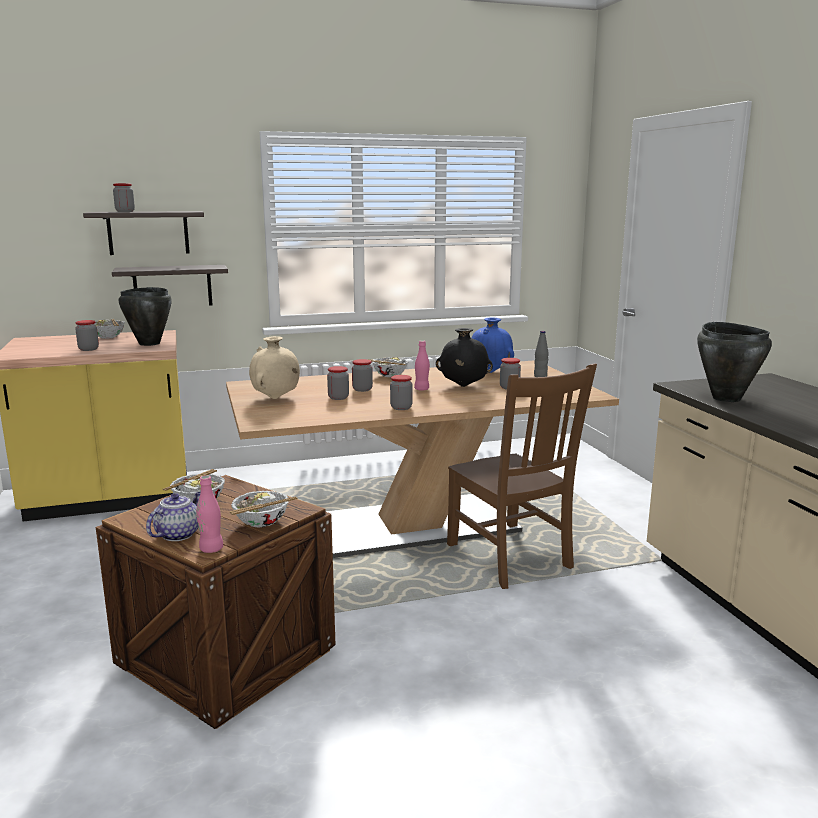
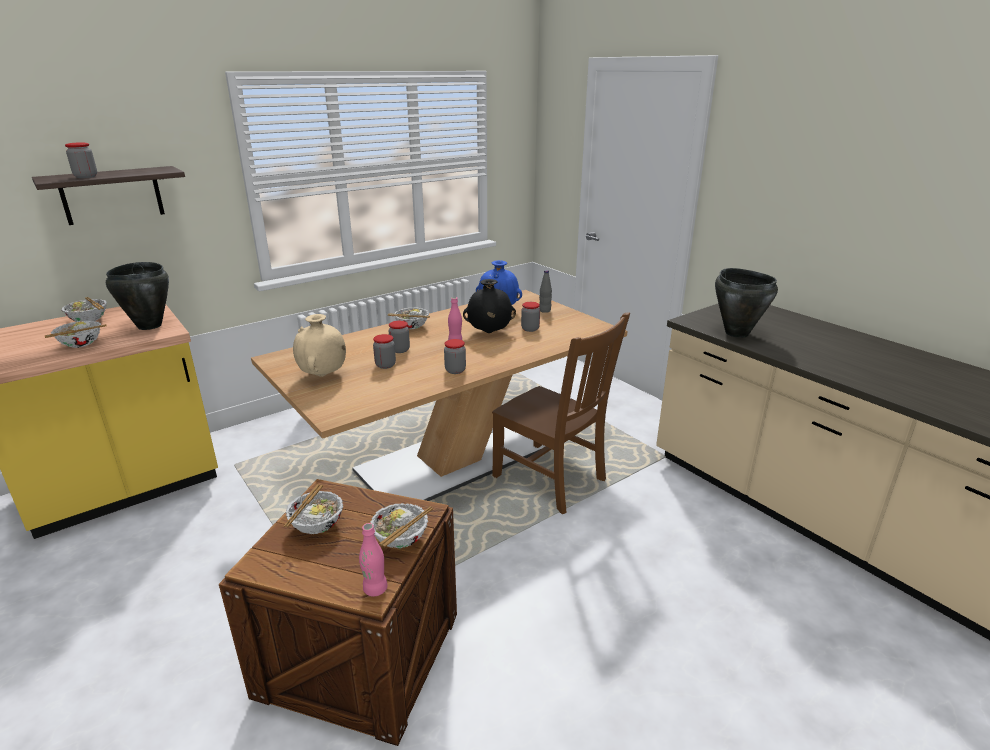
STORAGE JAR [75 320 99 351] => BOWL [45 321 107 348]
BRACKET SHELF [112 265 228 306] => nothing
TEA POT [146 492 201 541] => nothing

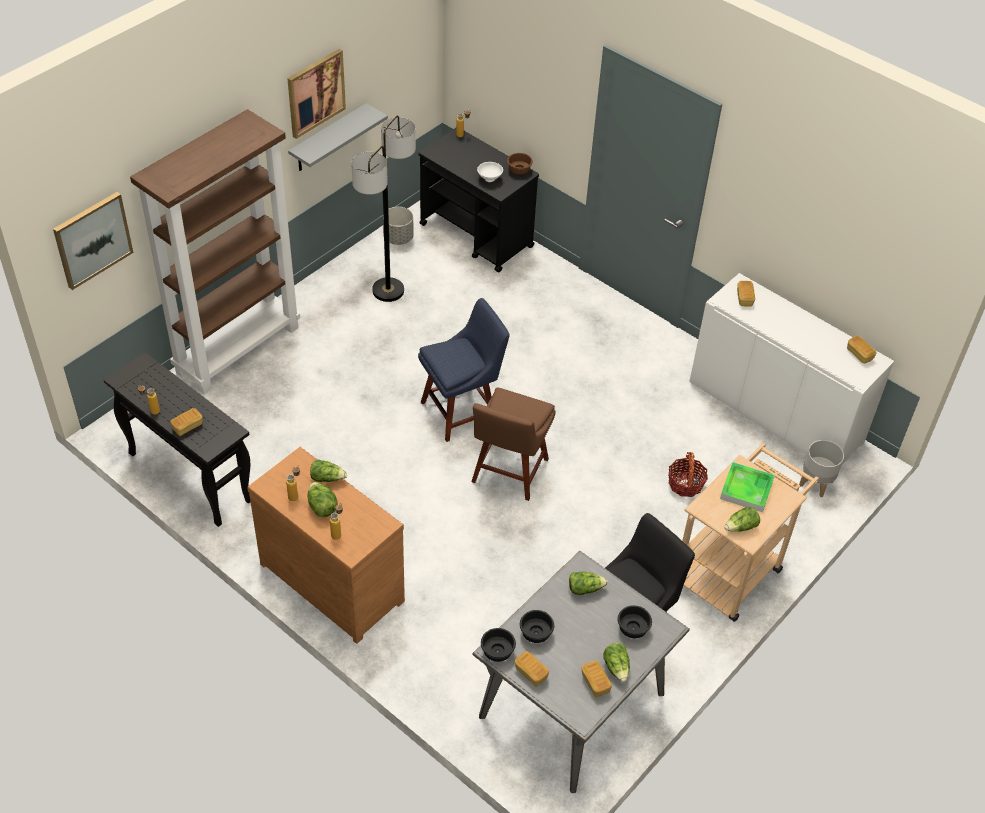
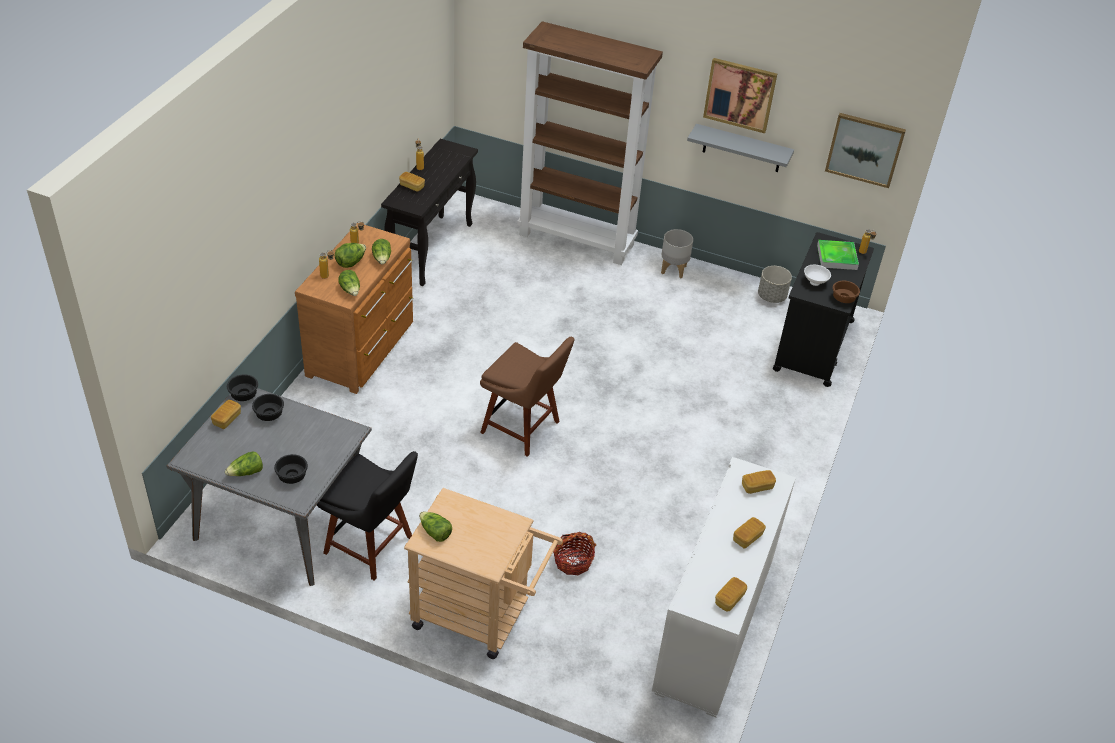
HEAD OF LETTUCE [569 571 608 595] => HEAD OF LETTUCE [338 270 360 296], moved
BROWN PLAIN CHAIR [471 387 556 501] => BROWN PLAIN CHAIR [480 337 575 457], 150 degrees counterclockwise
GRAY FLOWER POT [799 440 844 497] => GRAY FLOWER POT [661 229 693 278], moved
BREAD [581 661 612 697] => BREAD [733 517 766 549], moved
TRAY [720 462 775 512] => TRAY [817 240 859 270], moved
WALL PICTURE [53 192 133 290] => WALL PICTURE [825 113 906 188], moved
FLOOR LAMP [351 116 416 302] => nothing
BLUE PLAIN CHAIR [418 298 510 442] => nothing

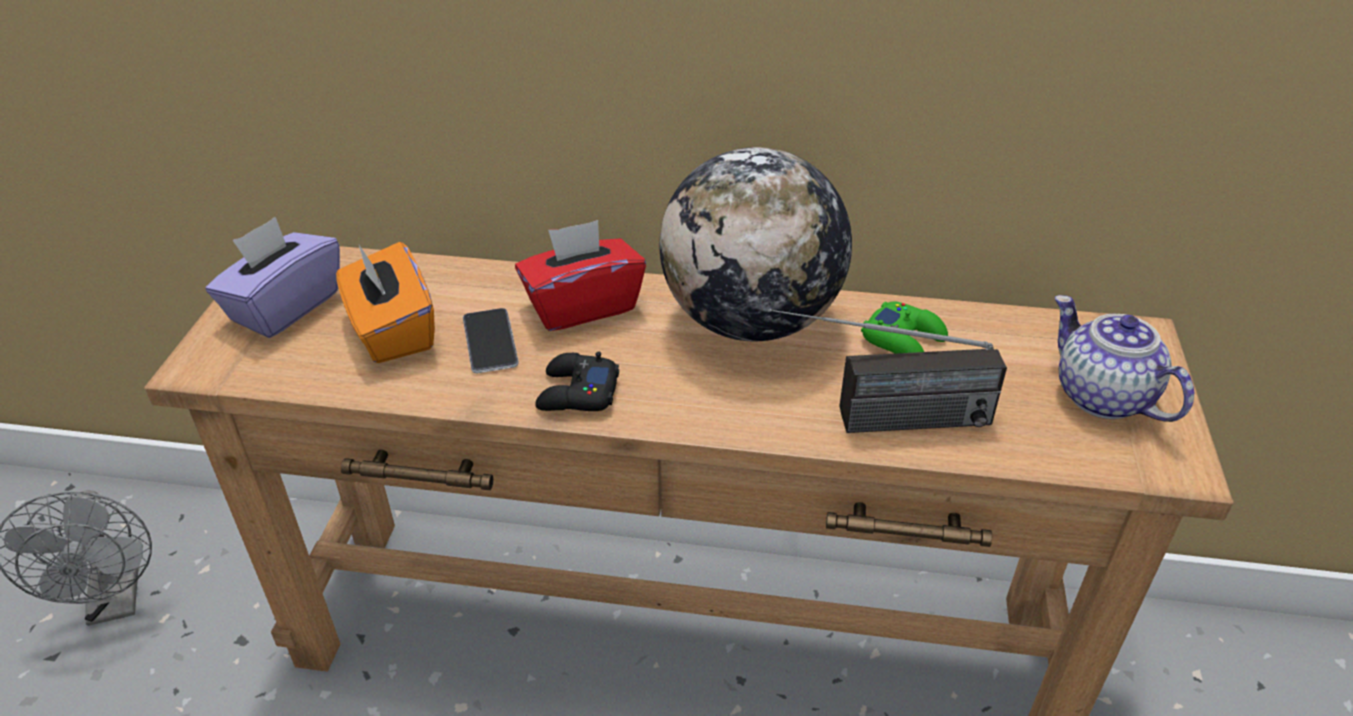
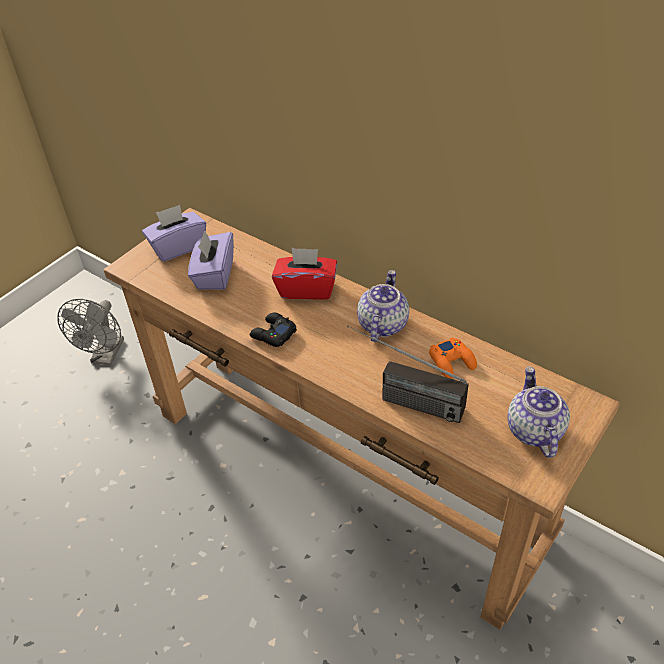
ORANGE TISSUE HOLDER [336 242 435 363] => PURPLE TISSUE HOLDER [188 230 234 290]
WORLD GLOBE [659 147 852 341] => TEA POT [357 270 409 342]
GREEN-COLOURED GAME CONTROLLER [861 301 948 354] => ORANGE GAME CONTROLLER [429 337 477 379]
TELEPHONE [463 308 519 373] => nothing

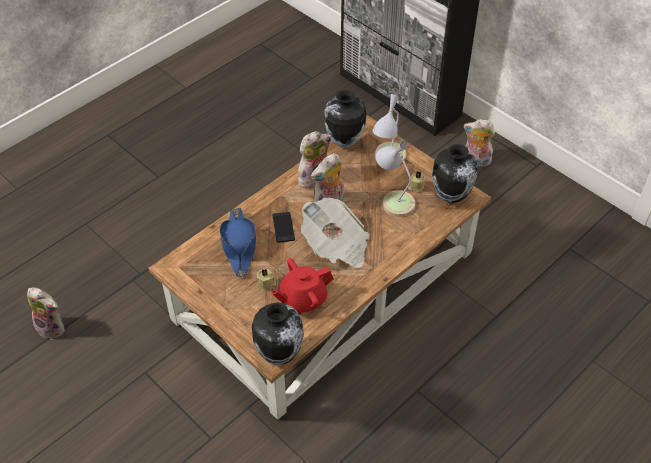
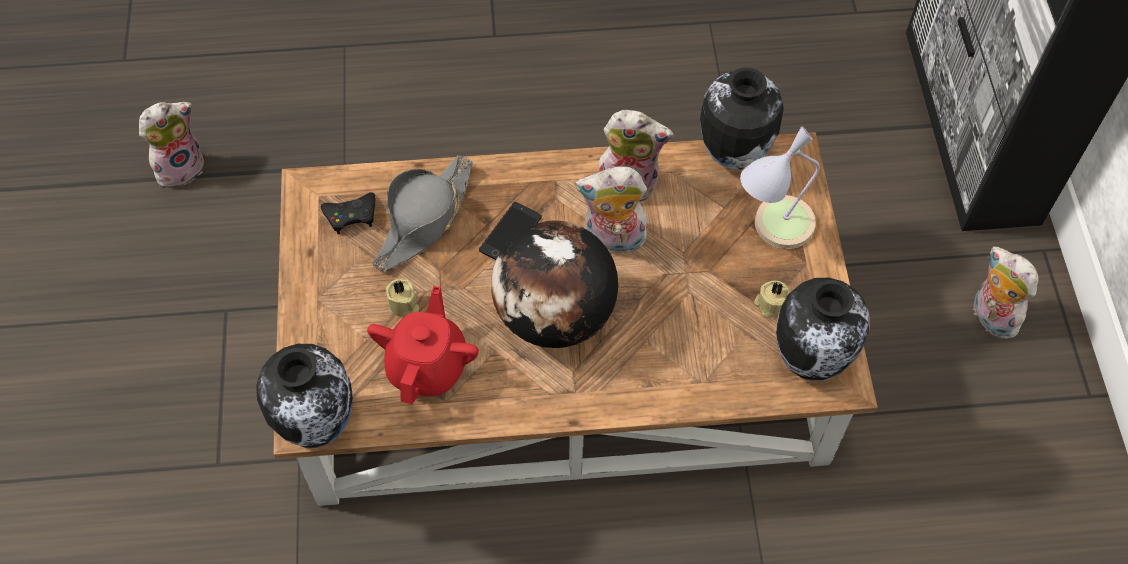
CUDDLY TOY [27 287 65 340] => CUDDLY TOY [139 102 204 190], 105 degrees counterclockwise
nothing => BLACK GAME CONTROLLER [321 192 376 234]
REDDISH TEA POT [272 258 334 314] => REDDISH TEA POT [367 286 479 404], 90 degrees clockwise
BLUE HAT [219 208 257 277] => GRAY HAT [372 155 473 271]
DAILY PAPER [301 198 370 268] => WORLD GLOBE [491 221 618 348]
LAMP FOR A TABLE [376 140 415 217] => nothing

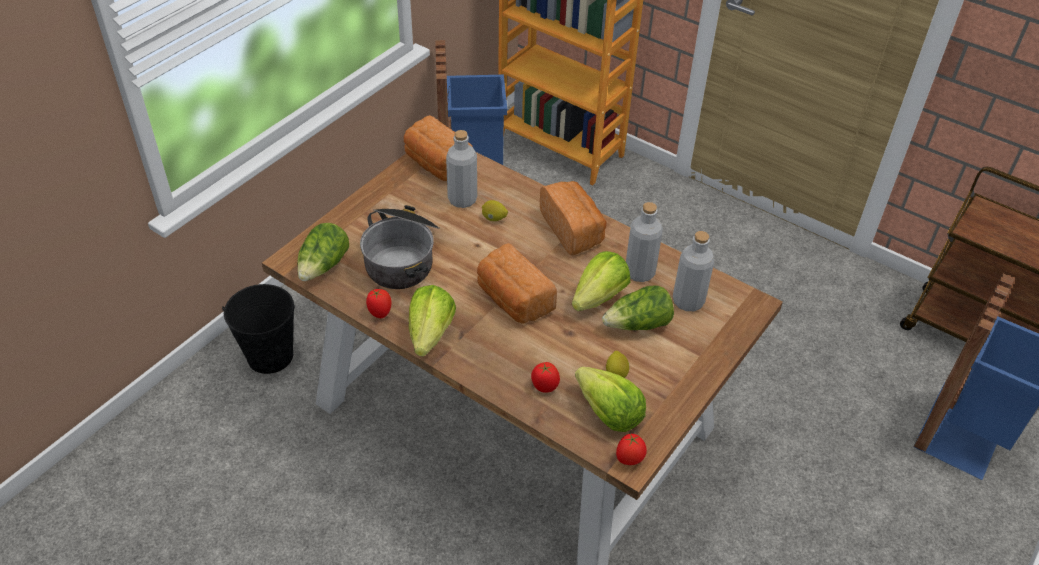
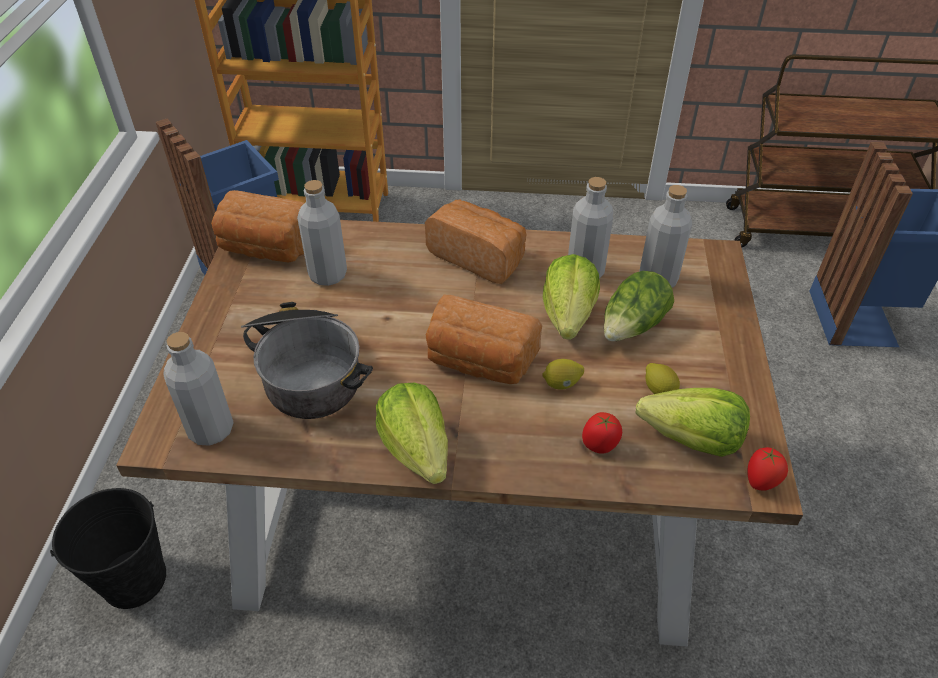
HEAD OF LETTUCE [297 223 349 281] => GRAY BOTTLE [163 332 234 446]
LEMON [482 200 508 221] => LEMON [542 359 584 390], moved
FRESH TOMATO [366 289 392 318] => nothing

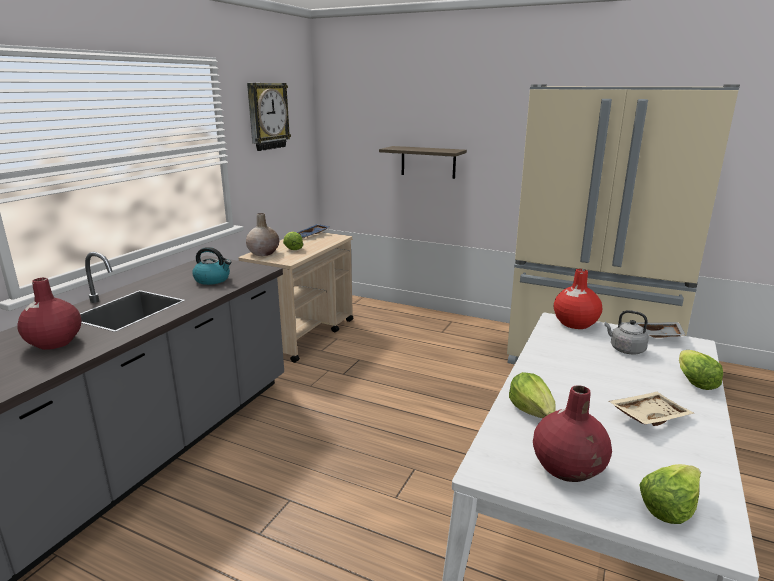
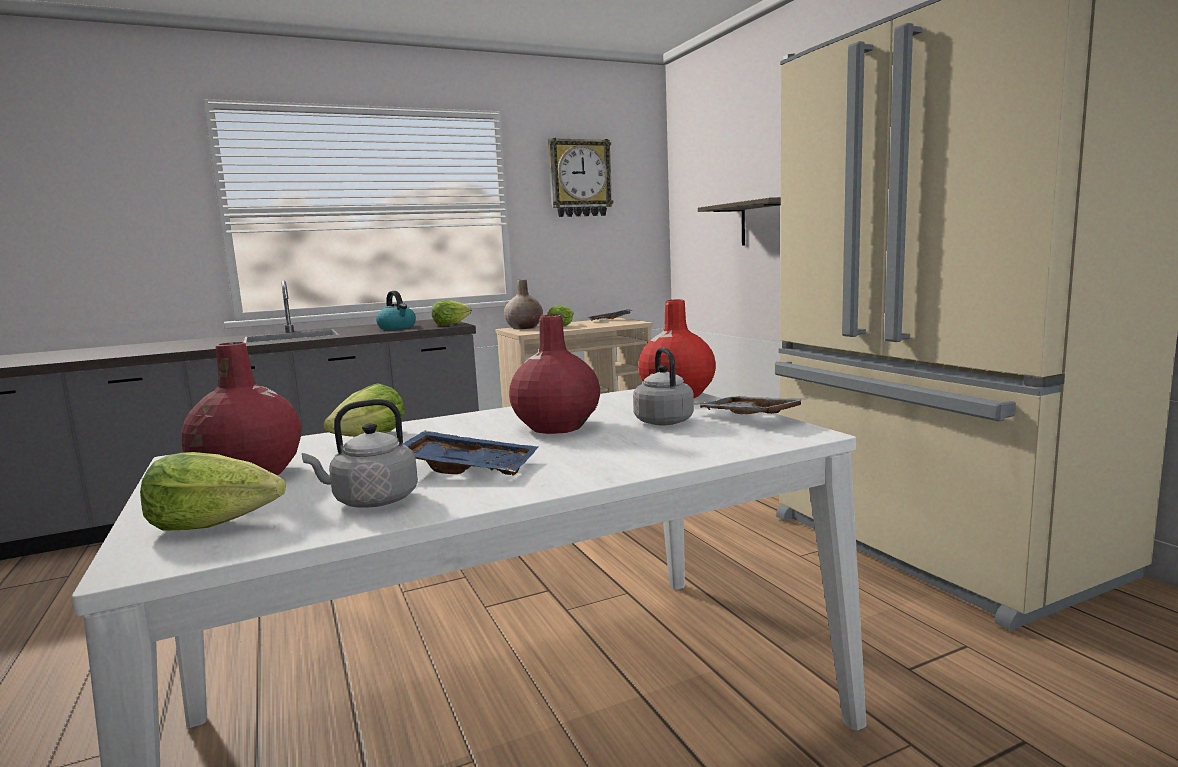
nothing => GRAY WATER KETTLE [302 399 418 507]
BEIGE-COLOURED TRAY [609 392 695 426] => BLUE TRAY [403 431 538 476]
HEAD OF LETTUCE [679 350 723 390] => HEAD OF LETTUCE [431 300 472 326], moved
REDDISH DECORATIVE VASE [18 278 81 350] => REDDISH DECORATIVE VASE [509 315 600 434], moved

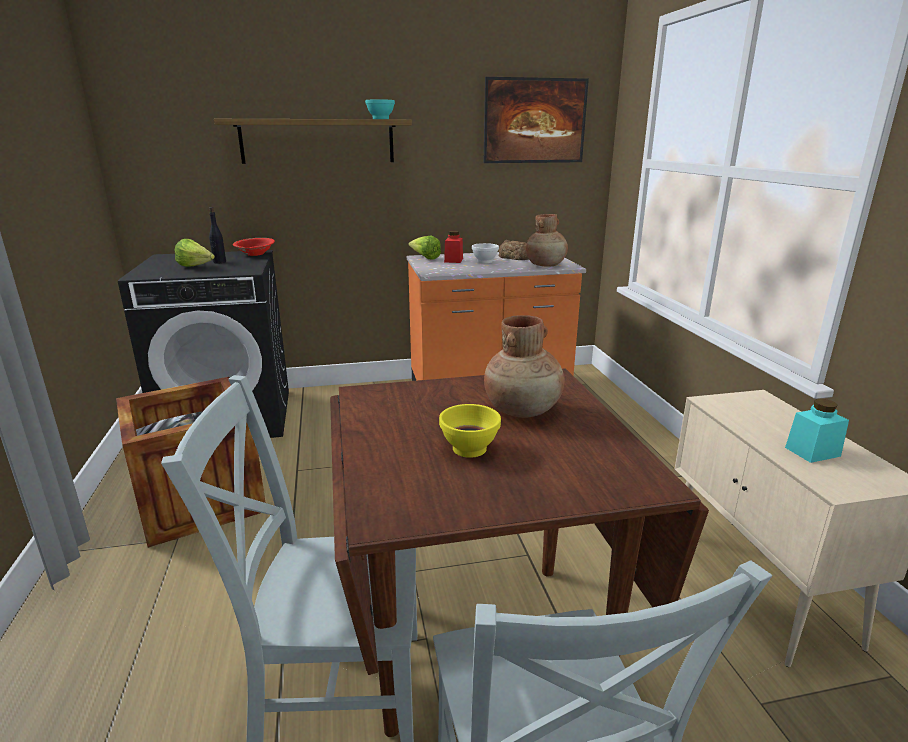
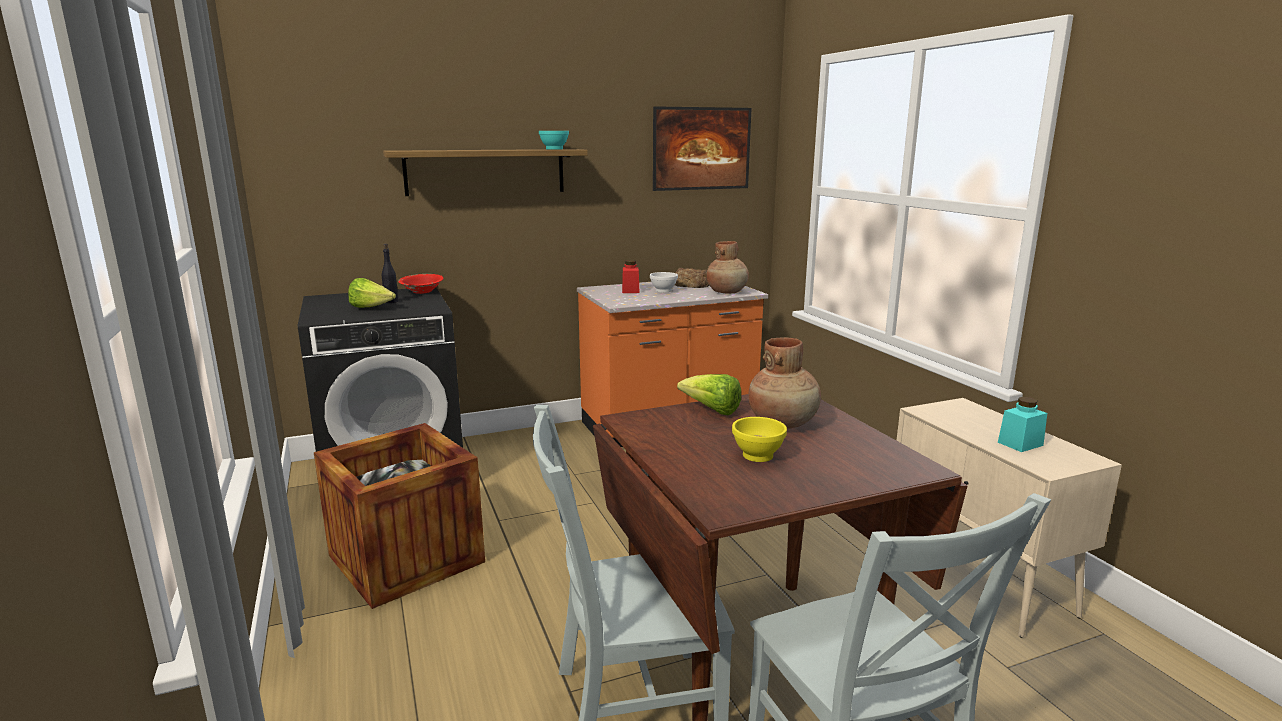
HEAD OF LETTUCE [408 236 441 260] => HEAD OF LETTUCE [677 374 741 415], moved

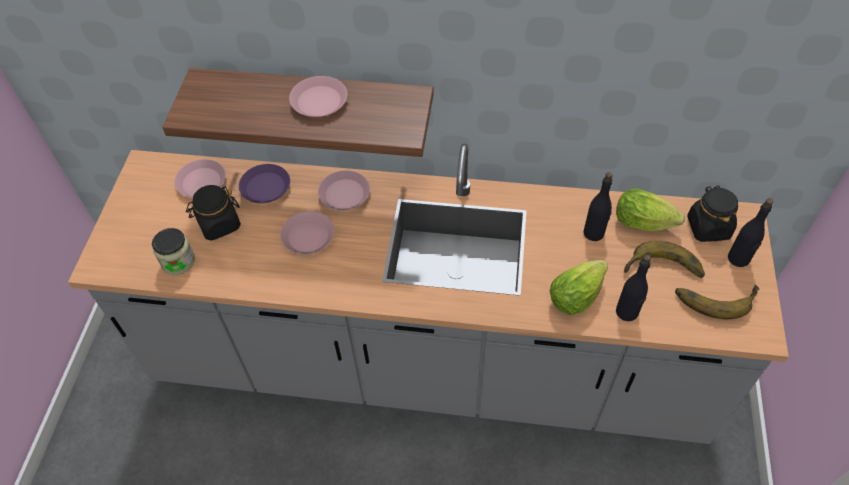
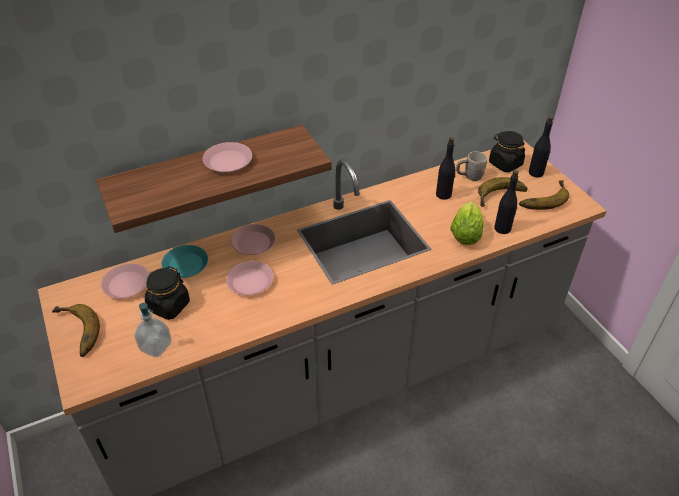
nothing => WHOLE BANANA [52 304 100 357]
STORAGE JAR [152 228 195 275] => LIQUID SOAP BOTTLE [134 303 172 357]
PURPLE FLAT DISH [239 164 290 203] => TURQUOISE FLAT DISH [162 245 208 278]
HEAD OF LETTUCE [616 188 685 231] => GRAY MUG [456 151 487 181]

